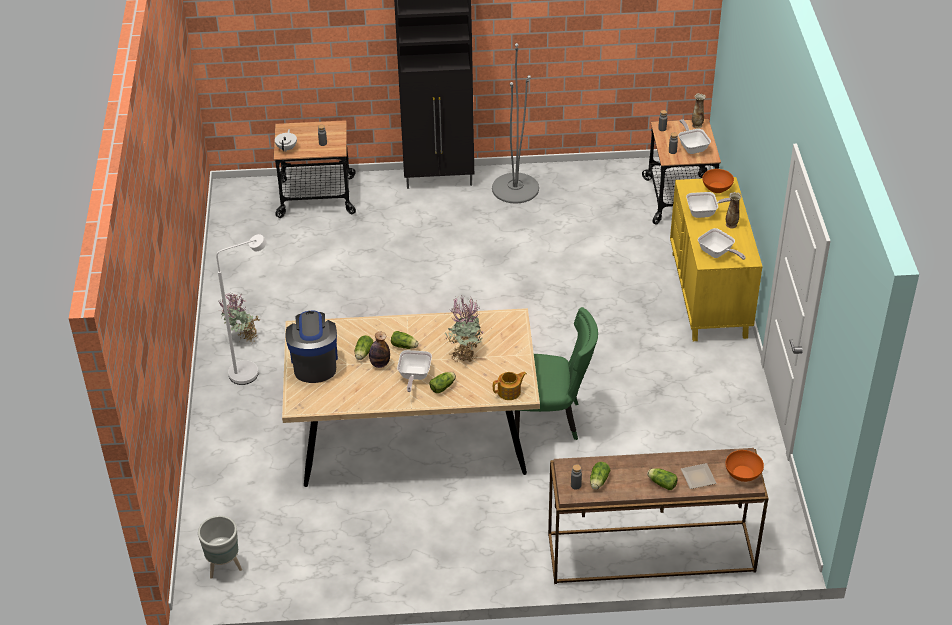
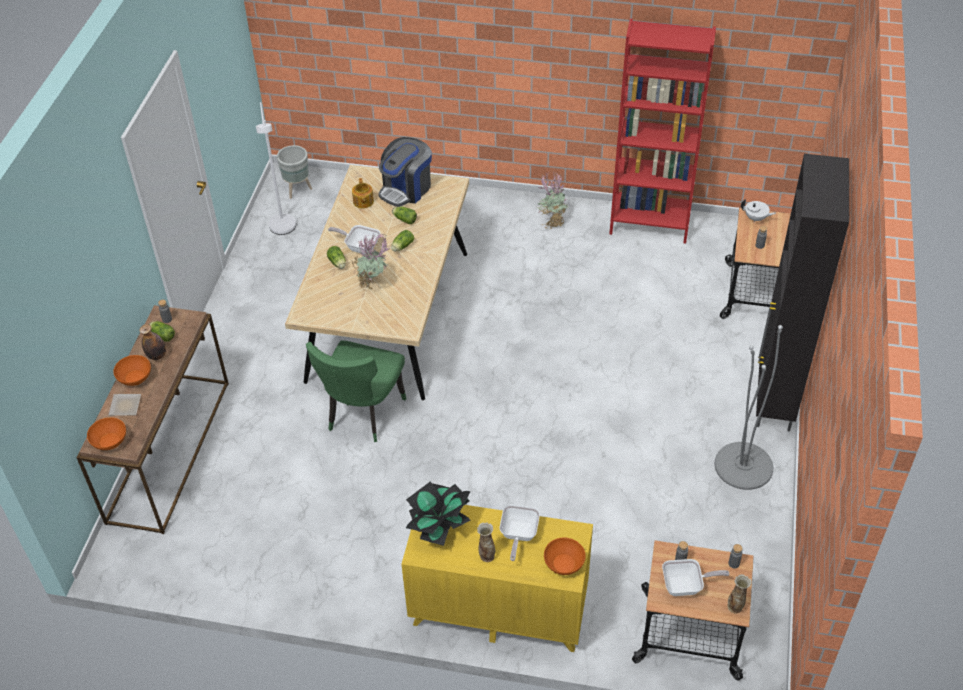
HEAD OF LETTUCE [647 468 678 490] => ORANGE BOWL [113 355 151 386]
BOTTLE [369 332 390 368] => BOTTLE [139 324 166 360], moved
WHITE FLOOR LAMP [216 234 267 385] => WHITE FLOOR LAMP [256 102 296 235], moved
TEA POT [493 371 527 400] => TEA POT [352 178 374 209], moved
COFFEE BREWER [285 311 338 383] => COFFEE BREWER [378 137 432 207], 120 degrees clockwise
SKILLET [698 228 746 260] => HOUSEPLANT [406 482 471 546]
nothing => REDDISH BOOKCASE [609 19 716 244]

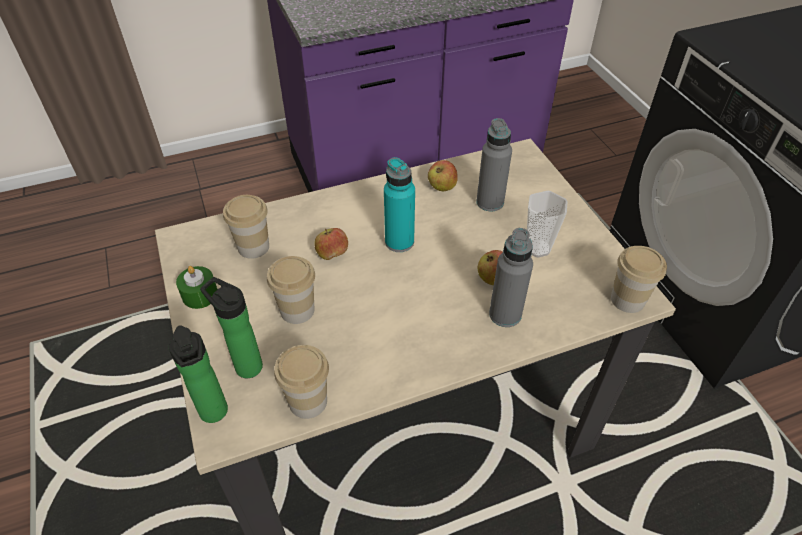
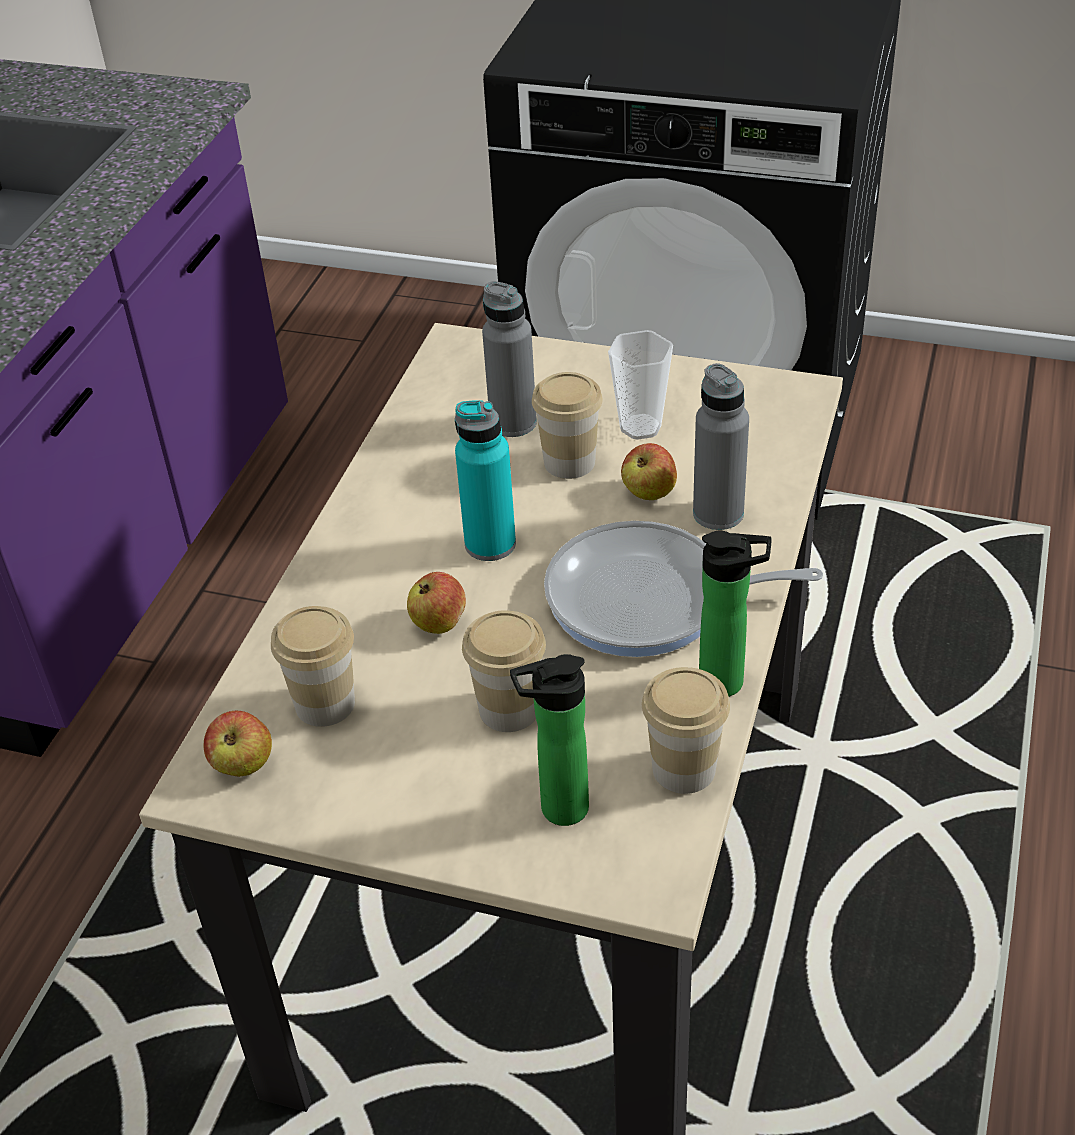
APPLE FRUIT [428 160 458 191] => APPLE FRUIT [204 711 272 777], moved
CUP [611 246 667 313] => CUP [532 372 603 479], moved
nothing => SKILLET [544 521 823 657]
BOTTLE [168 325 228 423] => BOTTLE [699 531 772 697], moved
GREEN-COLOURED WAX LIGHT [176 266 218 309] => nothing

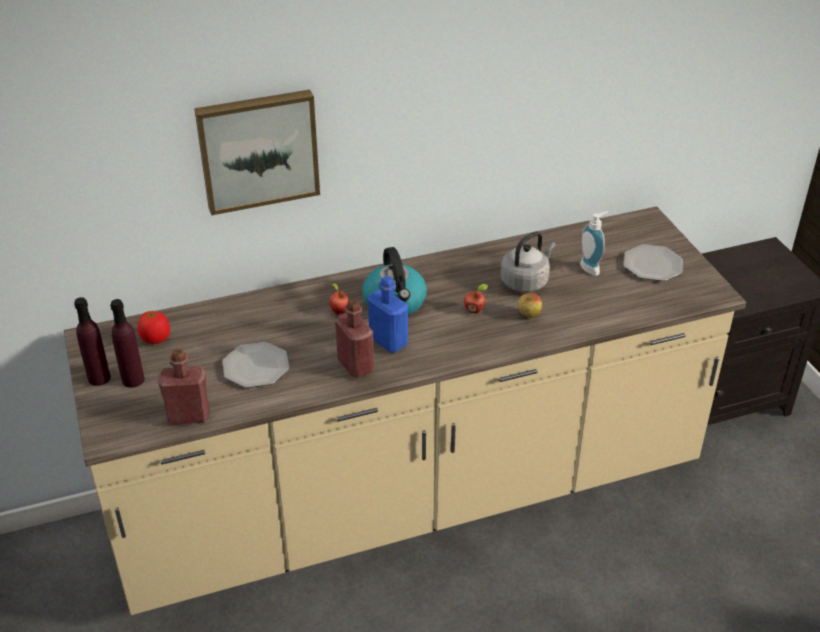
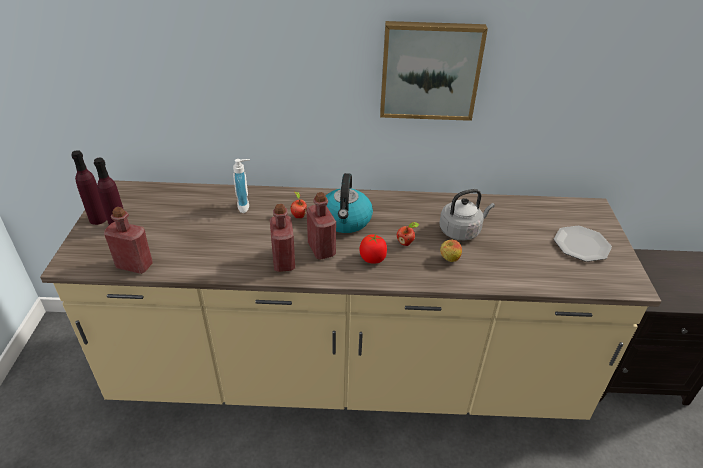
LIQUID SOAP BOTTLE [580 211 608 276] => LIQUID SOAP BOTTLE [233 159 250 213], moved
BLUE BOTTLE [368 276 408 353] => REDDISH BOTTLE [306 192 336 260]
FRESH TOMATO [137 309 170 344] => FRESH TOMATO [359 234 387 264], moved
WALL PICTURE [194 90 320 215] => WALL PICTURE [380 21 488 121], moved
FLAT DISH [222 342 290 388] => nothing

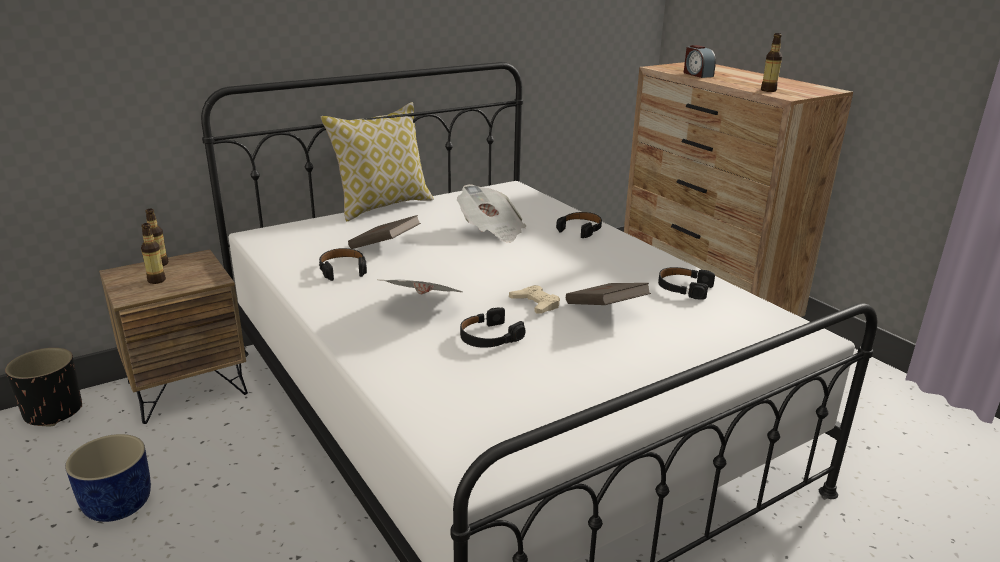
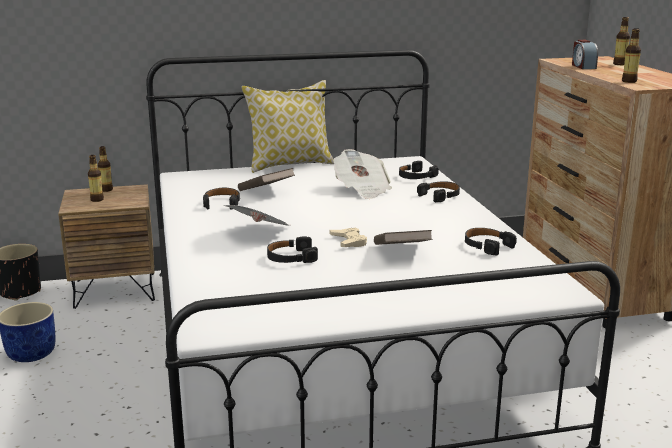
nothing => BLACK HEADSET [399 161 439 179]
nothing => BOTTLE [613 17 630 65]

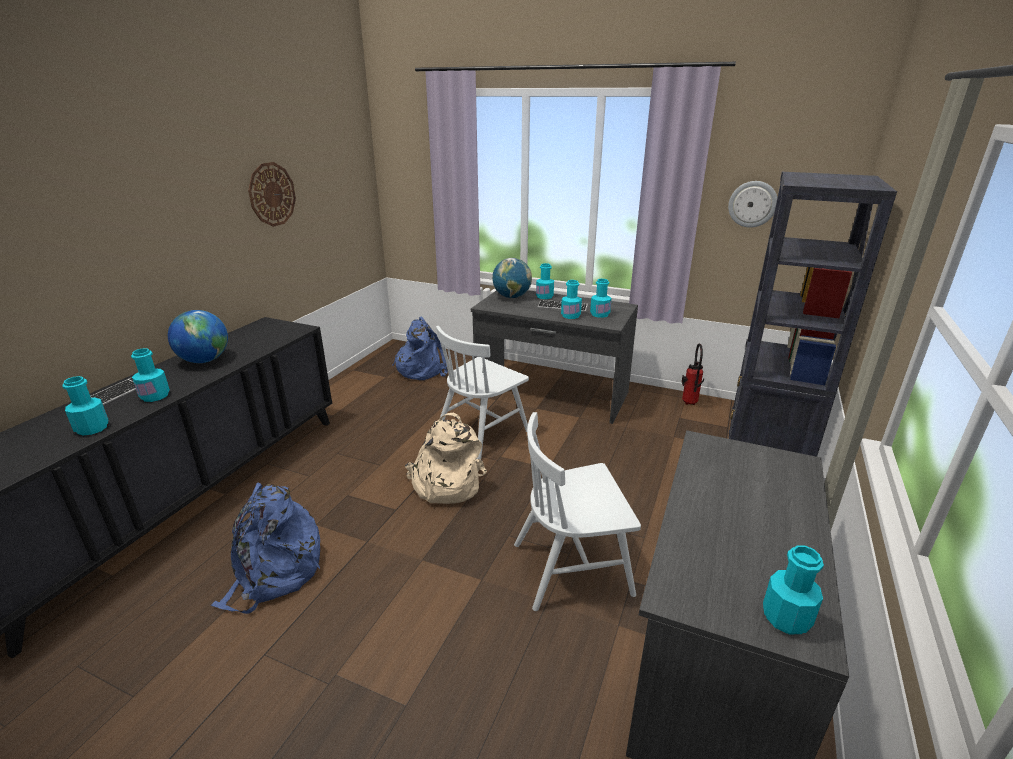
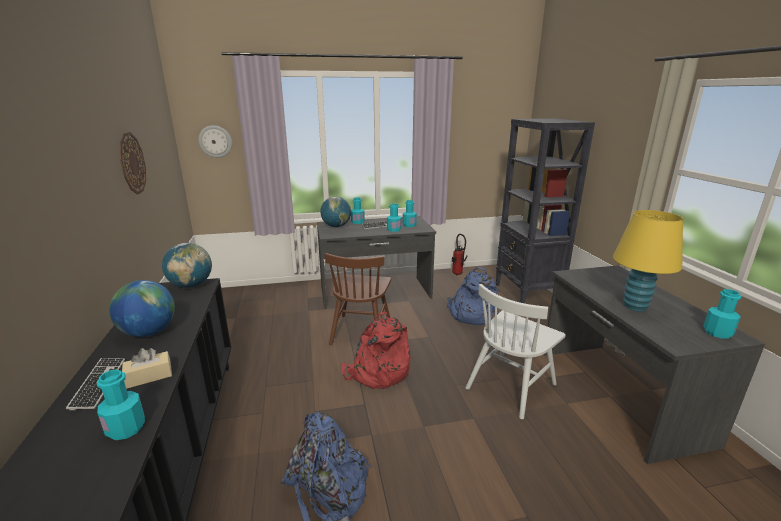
TURQUOISE BOTTLE [131 348 170 402] => BEIGE-COLOURED TISSUE HOLDER [122 348 172 389]
nothing => WORLD GLOBE [162 243 212 288]
WALL CLOCK [728 181 777 228] => WALL CLOCK [198 125 232 158], moved
WHITE PLAIN CHAIR [436 326 529 459] => BROWN PLAIN CHAIR [325 253 391 345]
BEIGE-COLOURED BACKPACK [405 413 487 504] => REDDISH BACKPACK [341 312 411 389]
BLUE BACKPACK [392 317 448 380] => BLUE BACKPACK [447 267 499 325], moved
nothing => YELLOW LAMP FOR A TABLE [613 210 683 312]

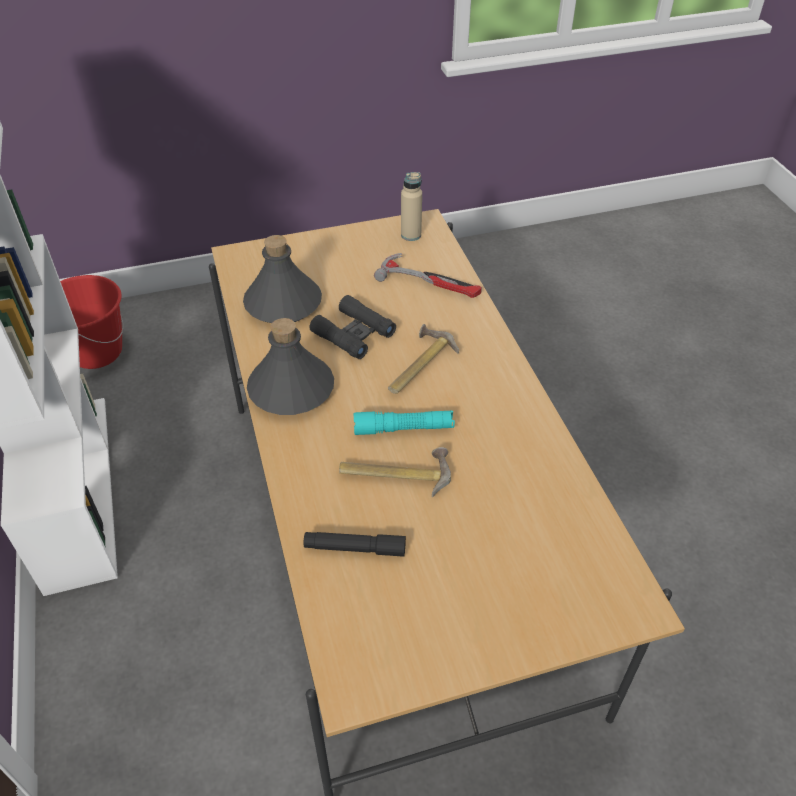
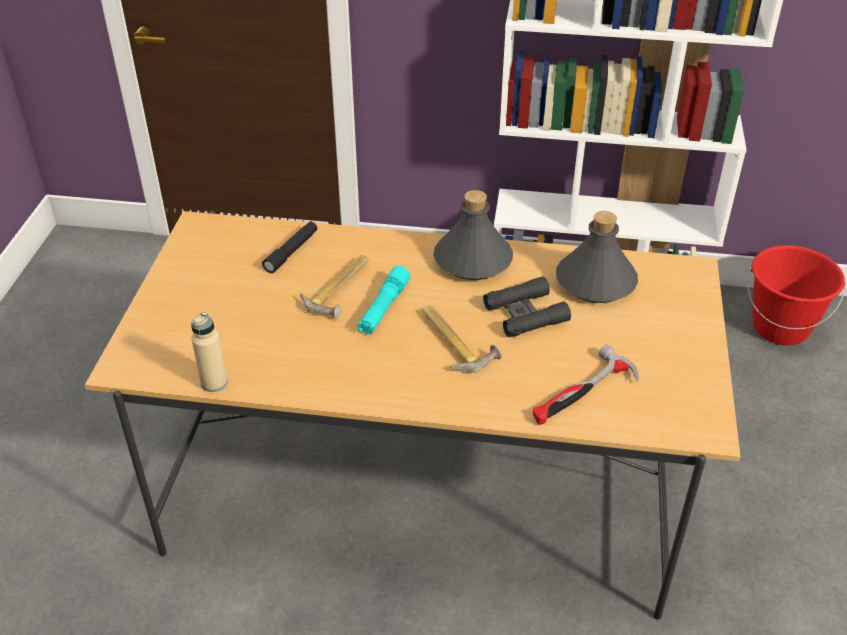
BEIGE-COLOURED BOTTLE [401 172 422 241] => BEIGE-COLOURED BOTTLE [191 312 228 392], moved

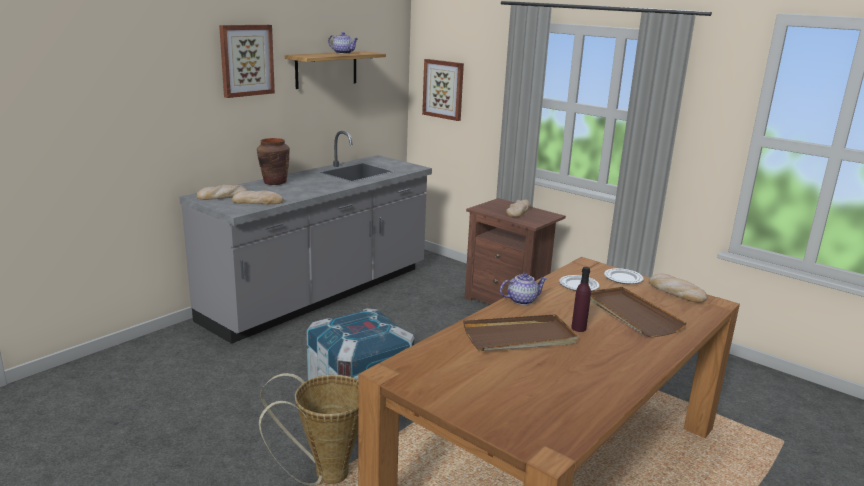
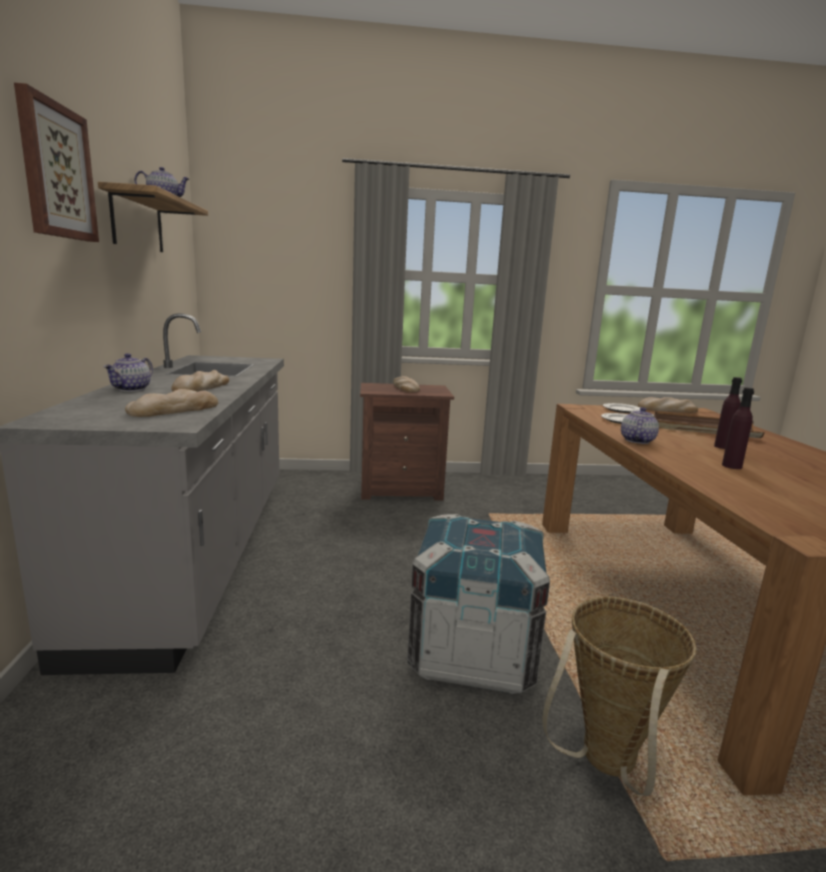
BROWN DECORATIVE VASE [257 138 290 185] => TEA POT [103 353 153 392]
BREAD [197 185 248 200] => BREAD [171 370 229 392], moved
BROWN TRAY [463 314 578 351] => PURPLE BOTTLE [722 387 754 469]
WALL PICTURE [422 59 464 121] => nothing

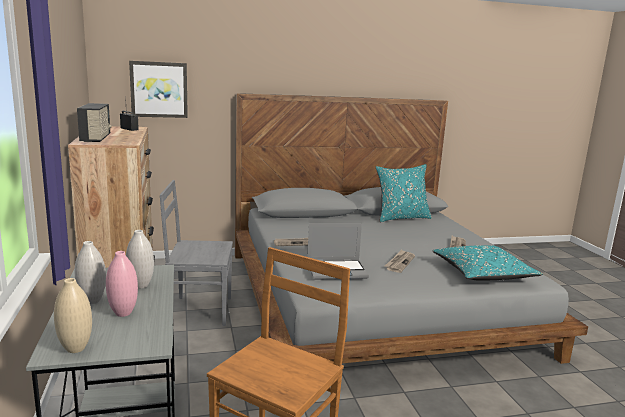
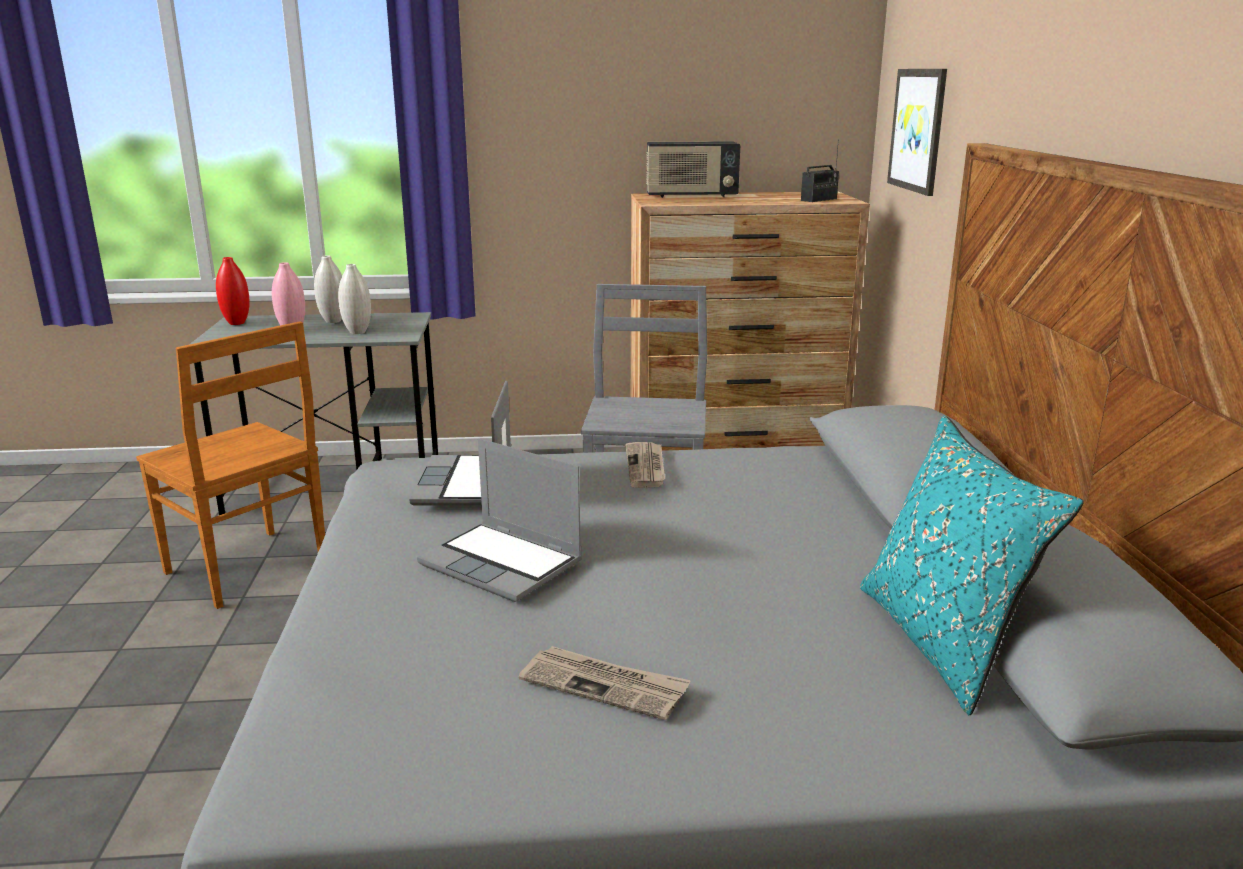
BEIGE-COLOURED DECORATIVE VASE [54 278 92 353] => REDDISH DECORATIVE VASE [216 257 249 325]
DAILY PAPER [385 249 415 273] => LAPTOP [417 438 582 602]
TURQUOISE THROW PILLOW [433 245 543 280] => nothing

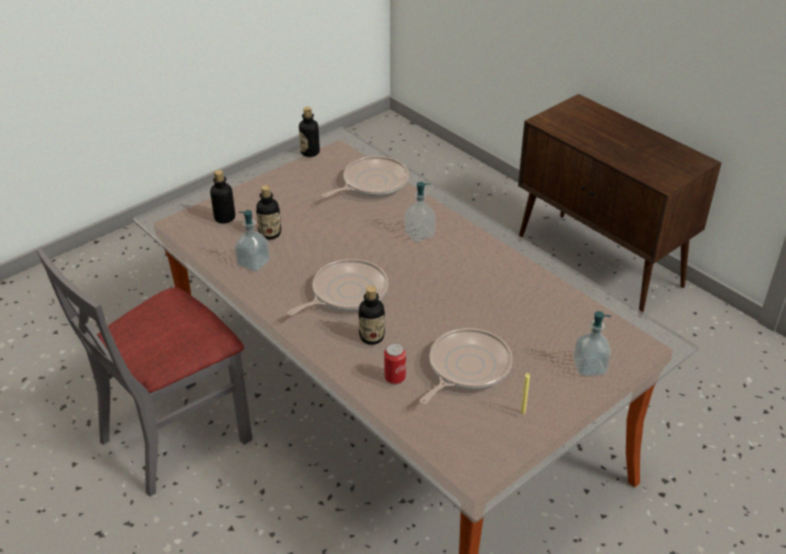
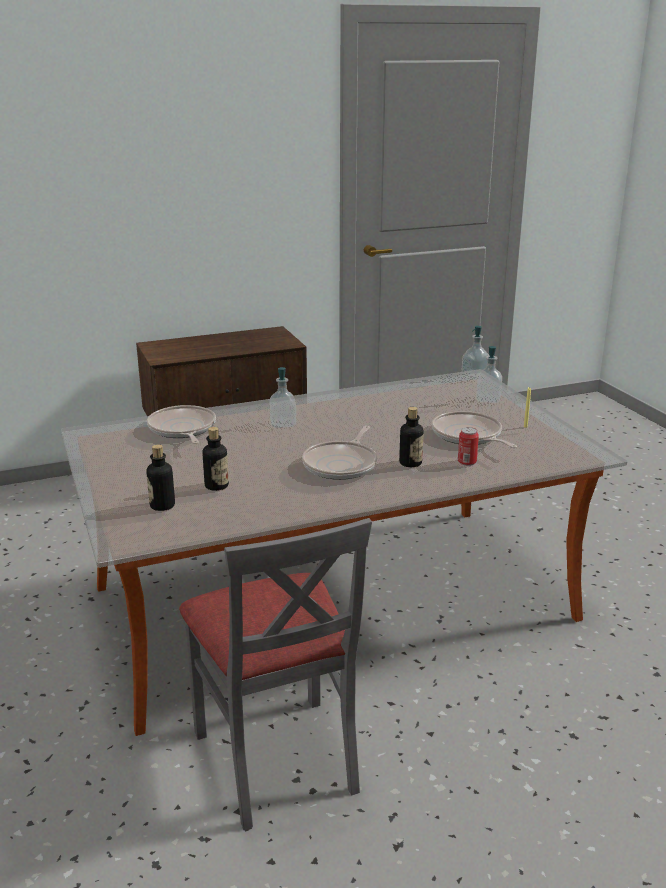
SKILLET [287 259 388 316] => SKILLET [302 426 377 480], 135 degrees counterclockwise
LIQUID SOAP BOTTLE [235 210 270 272] => LIQUID SOAP BOTTLE [461 326 489 380], moved
BOTTLE [299 107 320 157] => nothing

